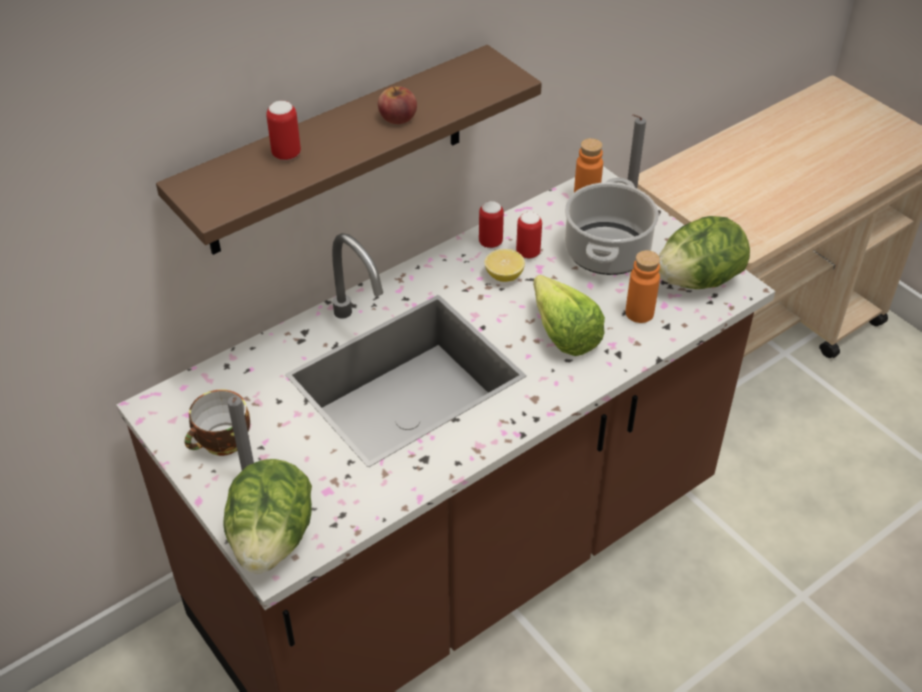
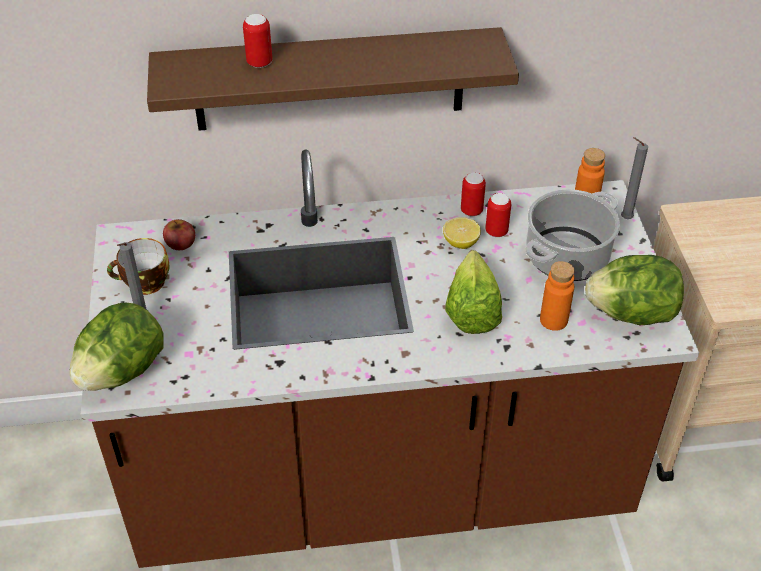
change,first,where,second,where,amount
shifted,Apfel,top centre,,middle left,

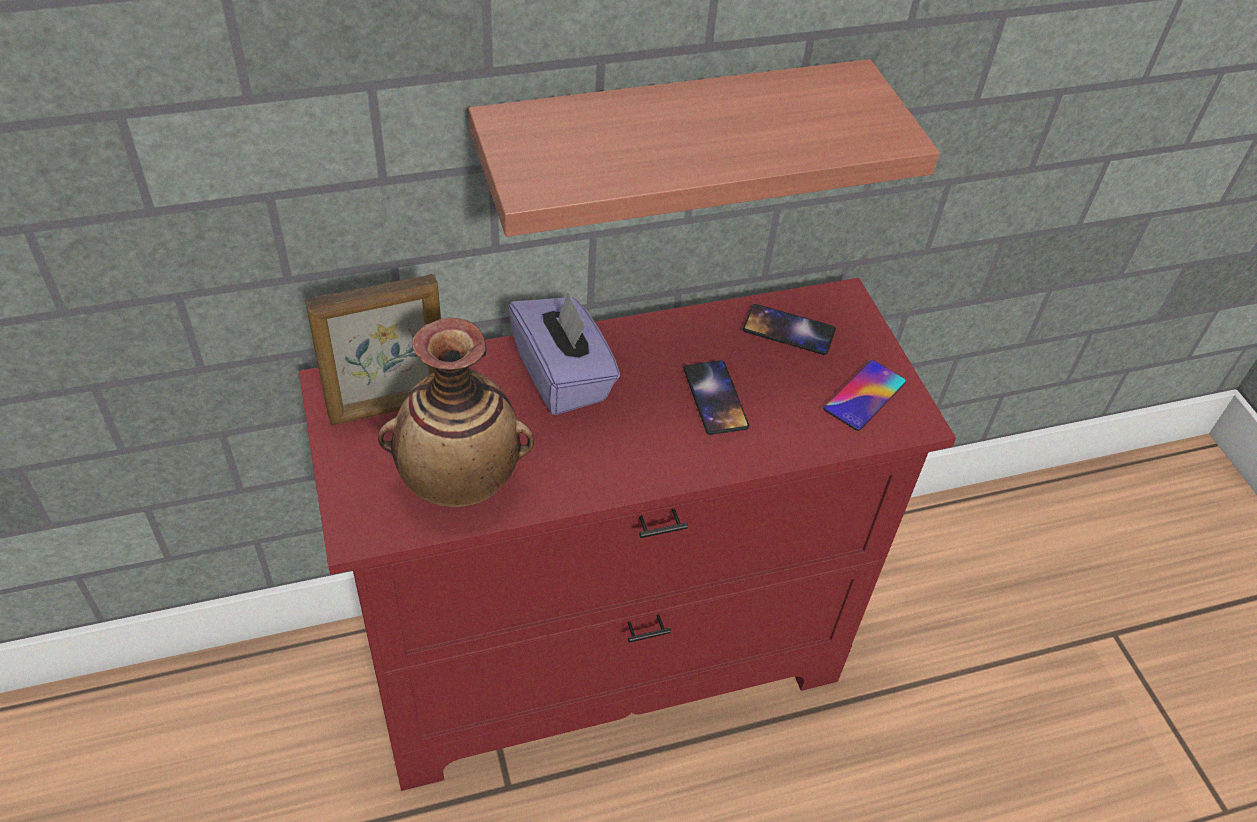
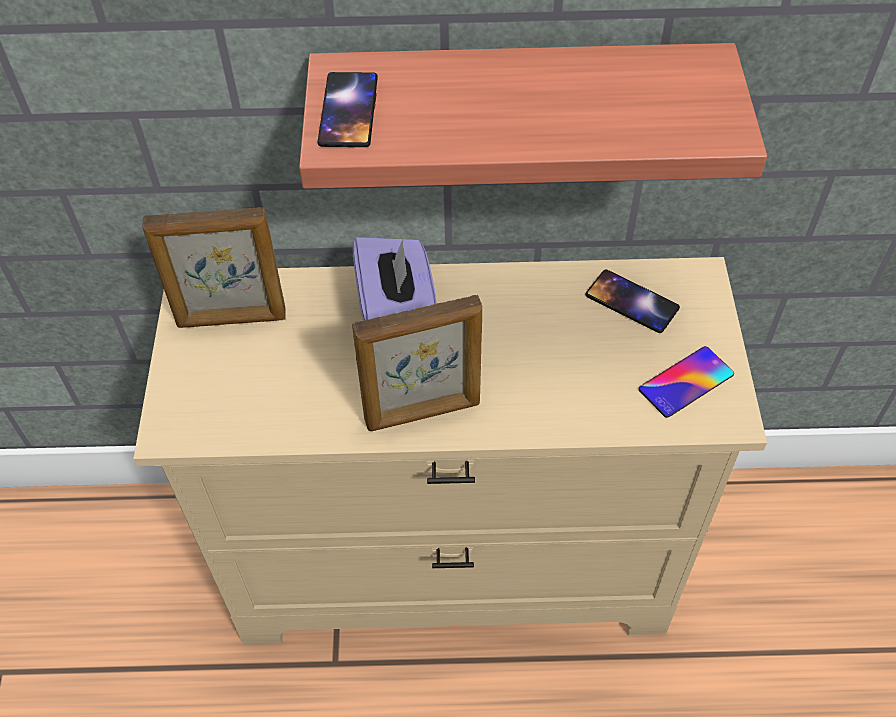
change,first,where,second,where,amount
repainted,Kommode/rot,centre,Kommode/beige,centre,
shifted,Handy (no. 1 from left),centre,,top centre,
new,,,Bilderrahmen (no. 2 from left),centre,
gone,Vase,centre,,,

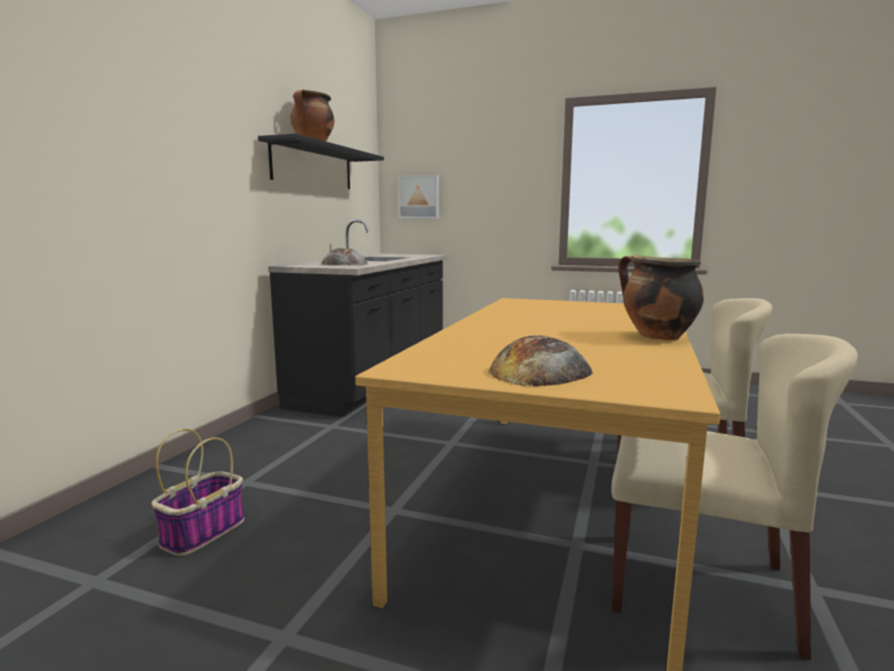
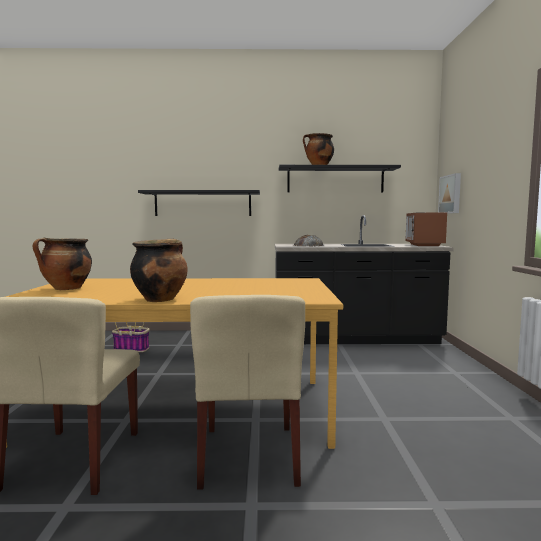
change,first,where,second,where,amount
swapped,Brot (no. 2 from left),centre,Kochtopf (no. 1 from left),middle left,
new,,,Wandregal/schwarz (no. 1 from left),centre,
new,,,Mikrowelle,middle right,

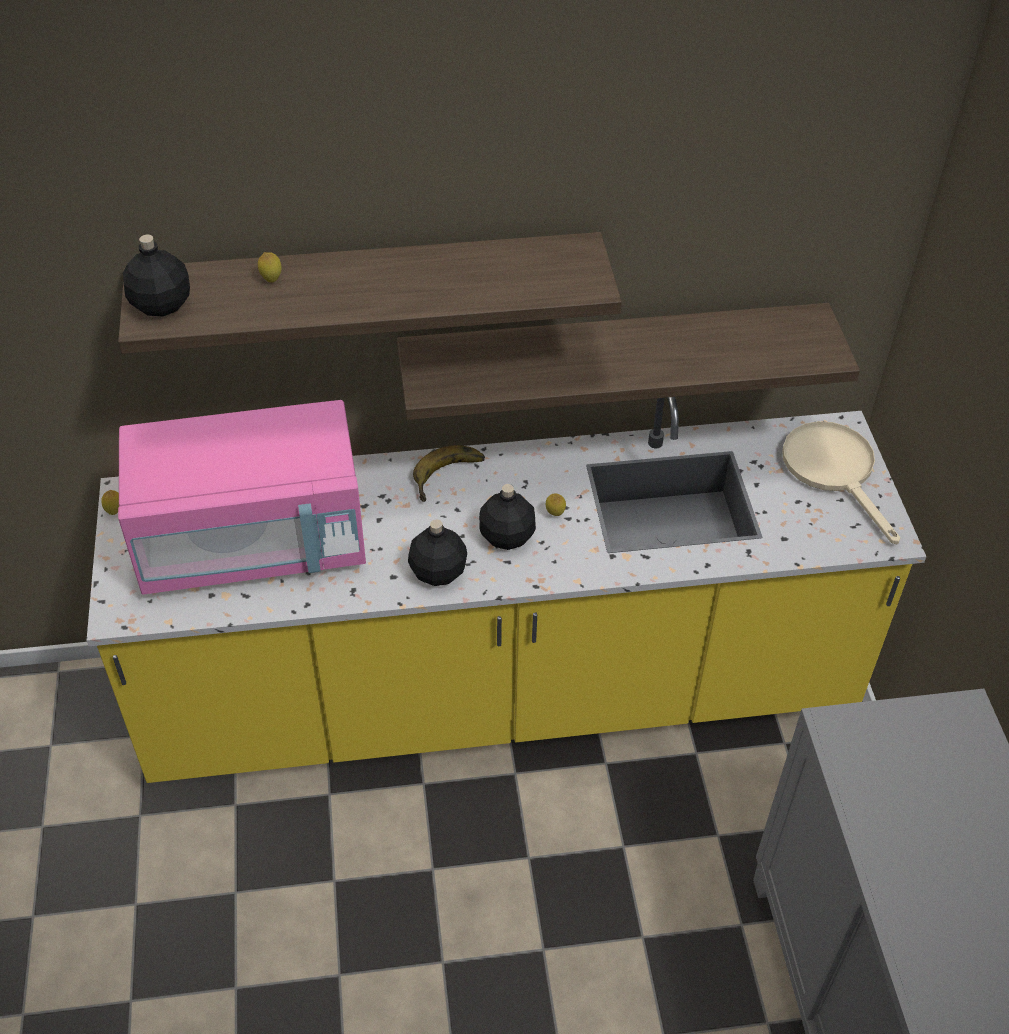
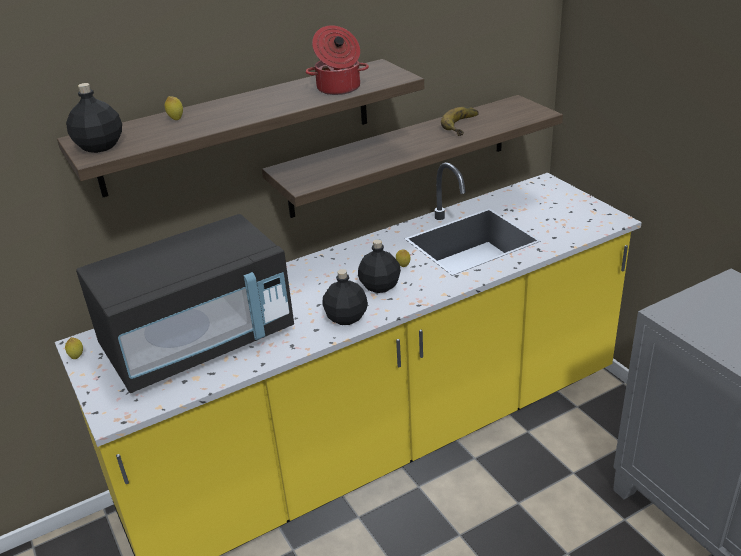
change,first,where,second,where,amount
repainted,Mikrowelle/rosa,middle left,Mikrowelle/schwarz,middle left,
new,,,Kochtopf,top centre,
shifted,Banane,centre,,top centre,
gone,Pfanne/beige,middle right,,,

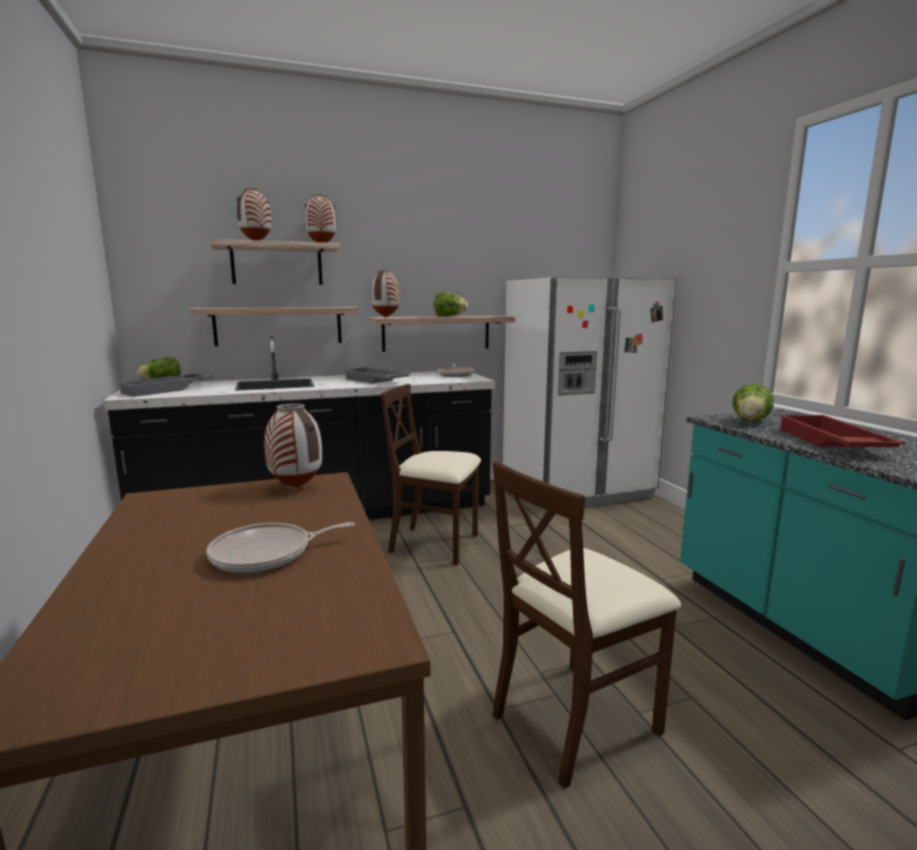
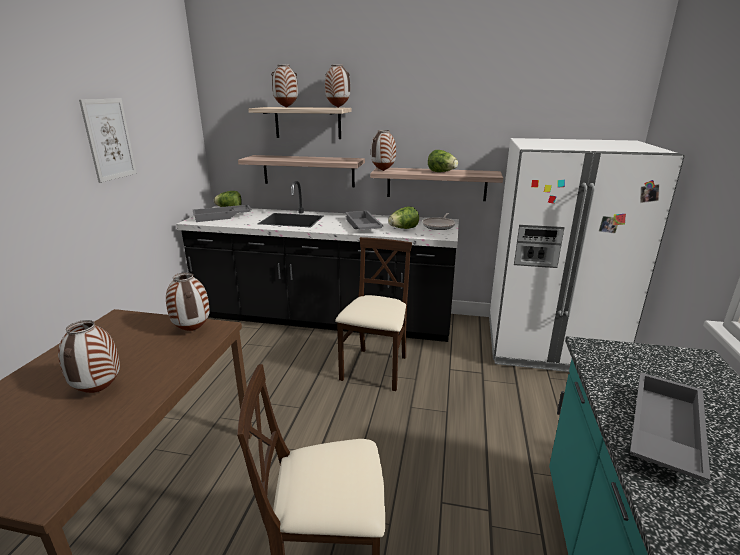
change,first,where,second,where,amount
swapped,Pfanne (no. 1 from left),middle left,Vase (no. 1 from left),middle left,
new,,,Bild,top left,
rotated,Stuhl/beige (no. 1 from left in the first image),centre,Stuhl/beige (no. 2 from left),centre,60 degrees clockwise
shifted,Salatkopf (no. 3 from left in the first image),middle right,Salatkopf (no. 2 from left),centre,
repainted,Tablett/rot,middle right,Tablett/grau (no. 3 from left),bottom right,

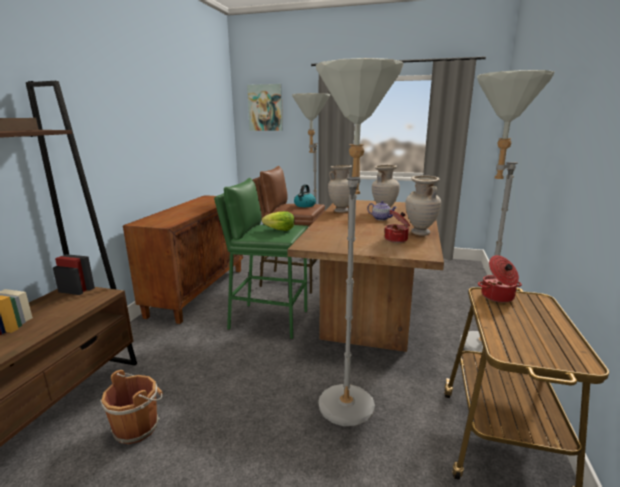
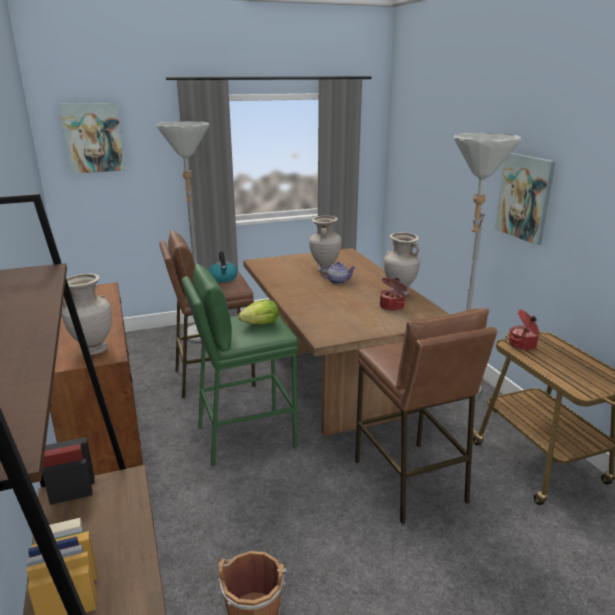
change,first,where,second,where,amount
shifted,Vase/beige (no. 1 from left),centre,,middle left,
swapped,Stehlampe/grau (no. 2 from left),centre,Hocker/braun (no. 2 from left),bottom right,
new,,,Bild (no. 2 from left),top right,

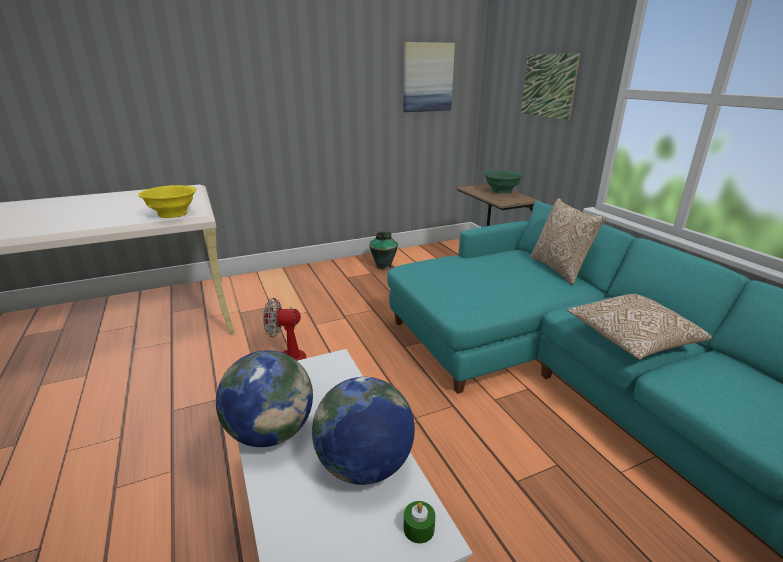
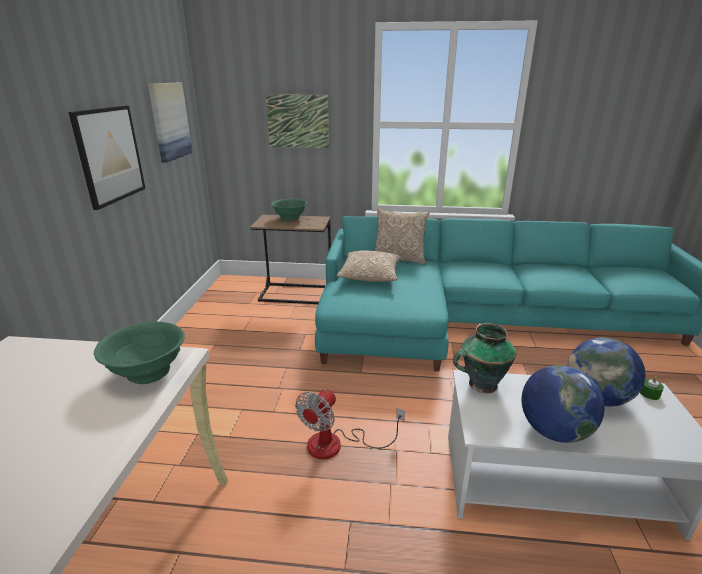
change,first,where,second,where,amount
new,,,Bild (no. 1 from left),top left,
repainted,Schüssel/gelb,middle left,Schüssel/grün (no. 1 from left),middle left,
shifted,Kissen (no. 2 from left in the first image),middle right,Kissen (no. 1 from left),centre,
shifted,Vase,centre,,middle right,

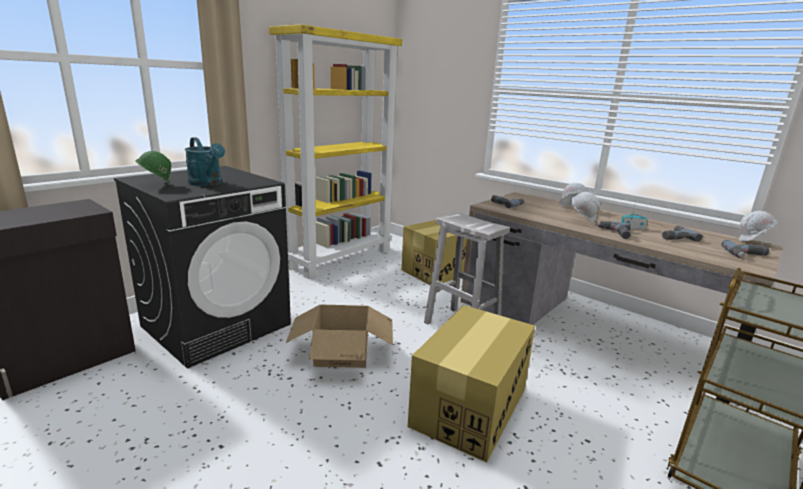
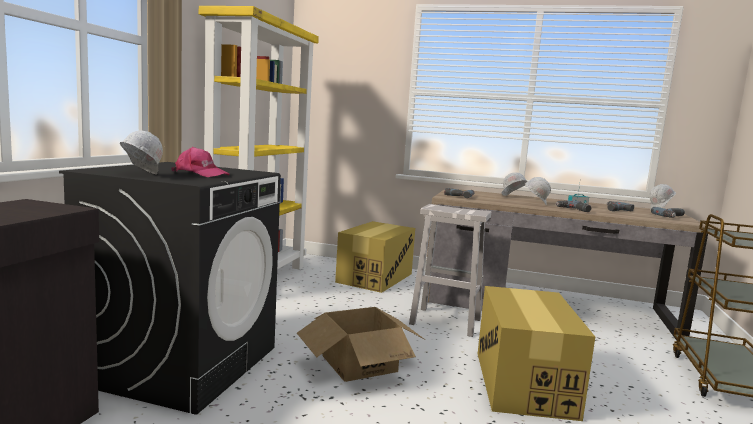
change,first,where,second,where,amount
repainted,Schutzhelm/grün,middle left,Schutzhelm/weiß (no. 1 from left),middle left,
swapped,Gießkanne/türkis,top left,Kappe/rosa,middle left,

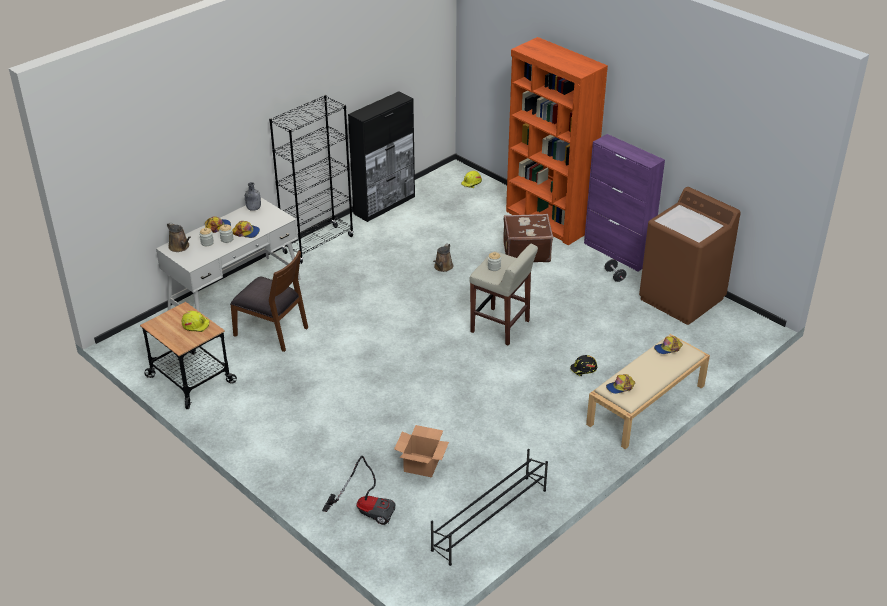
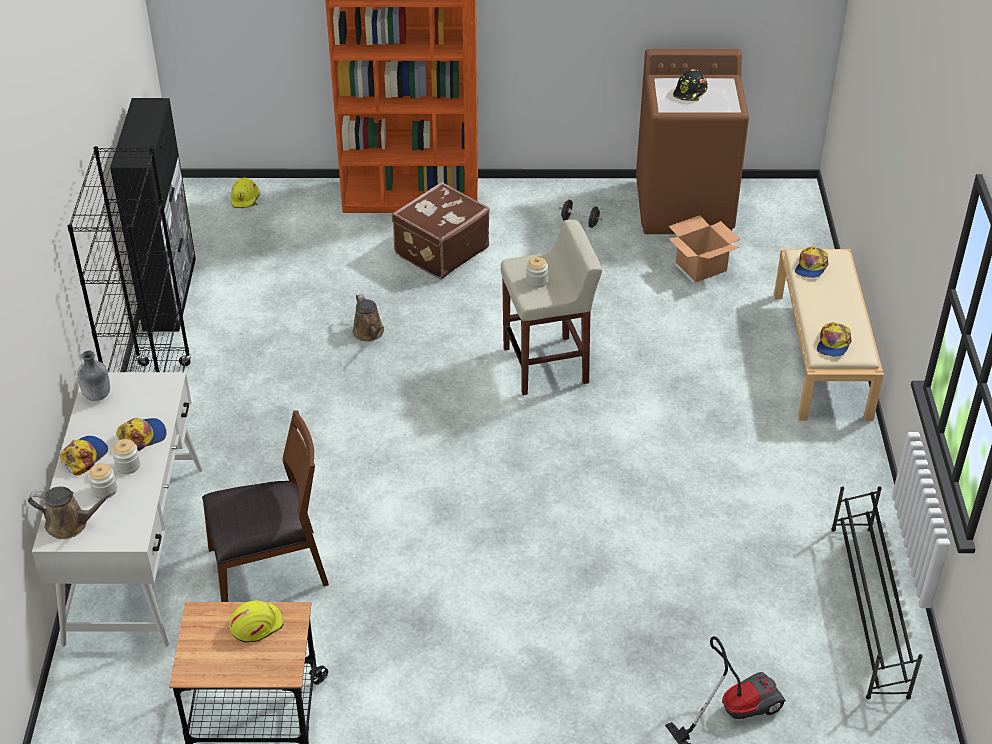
change,first,where,second,where,amount
shifted,Karton,bottom centre,,middle right,
shifted,Schutzhelm/schwarz,centre,,top right,
gone,Schrank/lila,middle right,,,

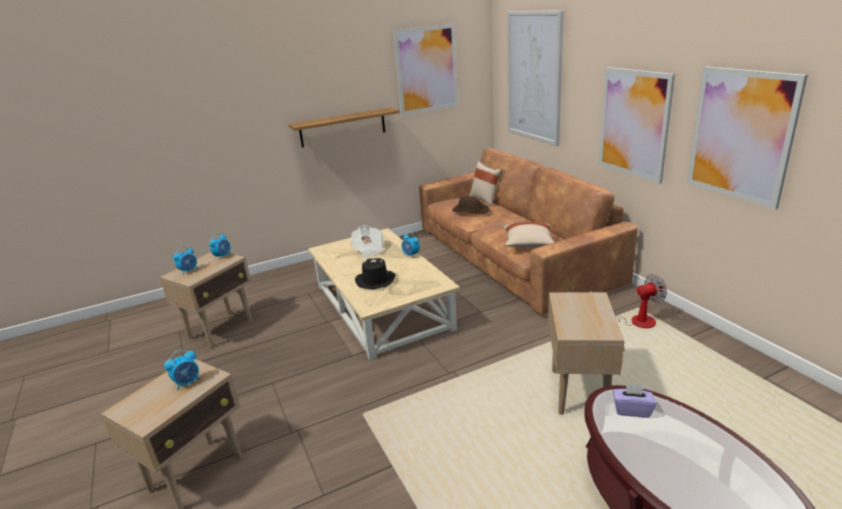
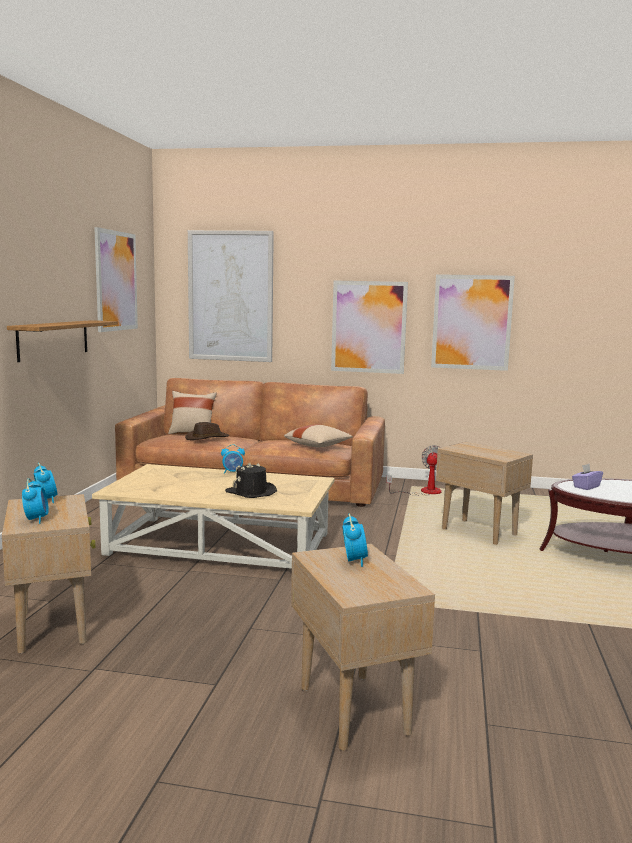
change,first,where,second,where,amount
gone,Zeitung,centre,,,

